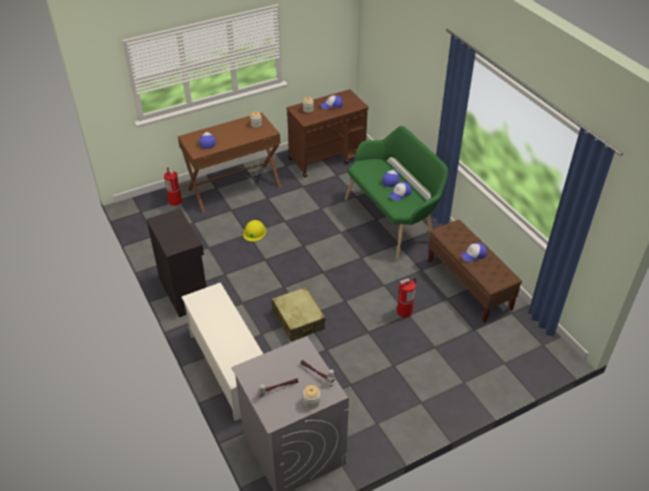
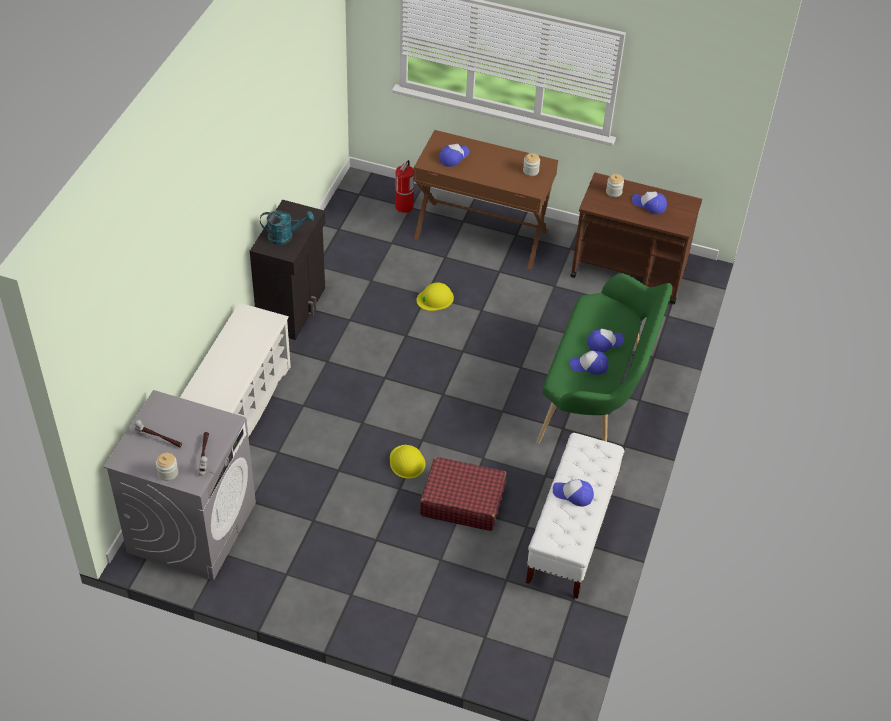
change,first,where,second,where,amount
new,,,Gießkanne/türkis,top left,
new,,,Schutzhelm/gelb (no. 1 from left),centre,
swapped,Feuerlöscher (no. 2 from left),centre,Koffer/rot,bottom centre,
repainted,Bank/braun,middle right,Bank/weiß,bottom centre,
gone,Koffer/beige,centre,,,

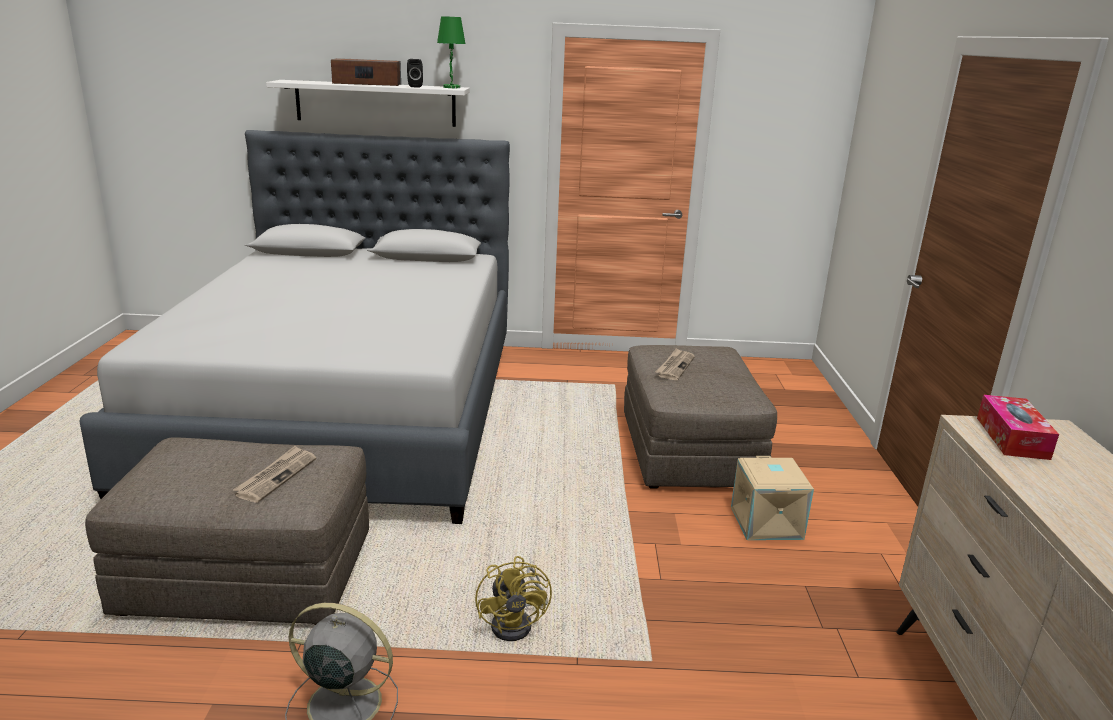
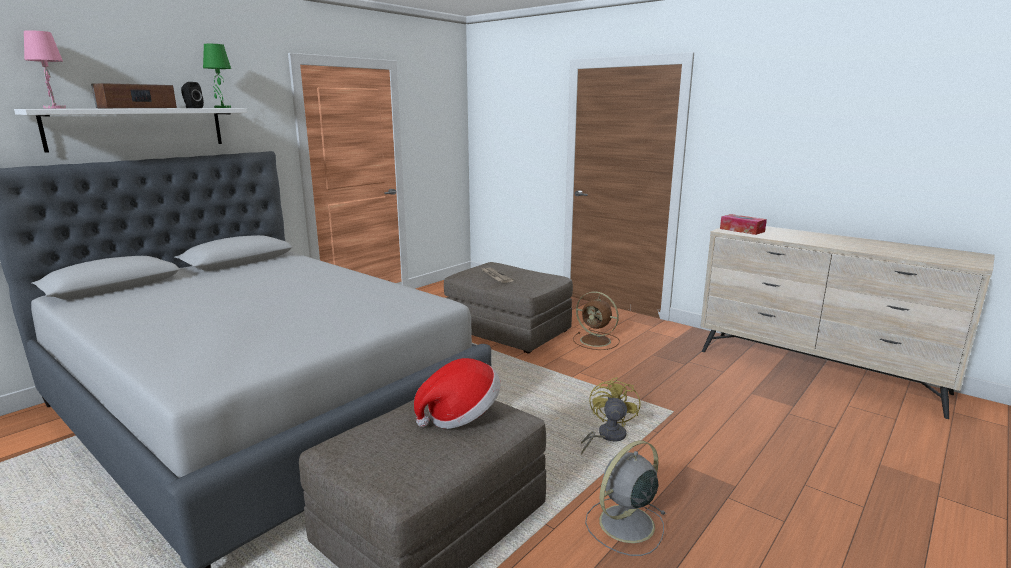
change,first,where,second,where,amount
new,,,Tischlampe/rosa,top left,
swapped,Zeitung (no. 1 from left),middle left,Hut,bottom centre,
swapped,Aufbewahrungsbox/beige,bottom right,Ventilator/braun,centre,
rotated,Ventilator/gelb,bottom centre,,bottom centre,105 degrees counterclockwise

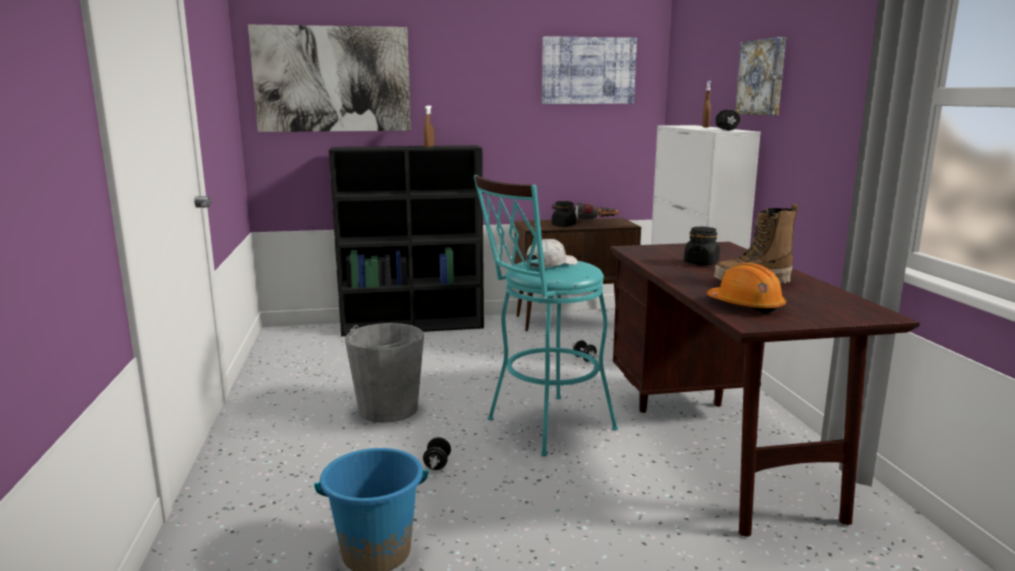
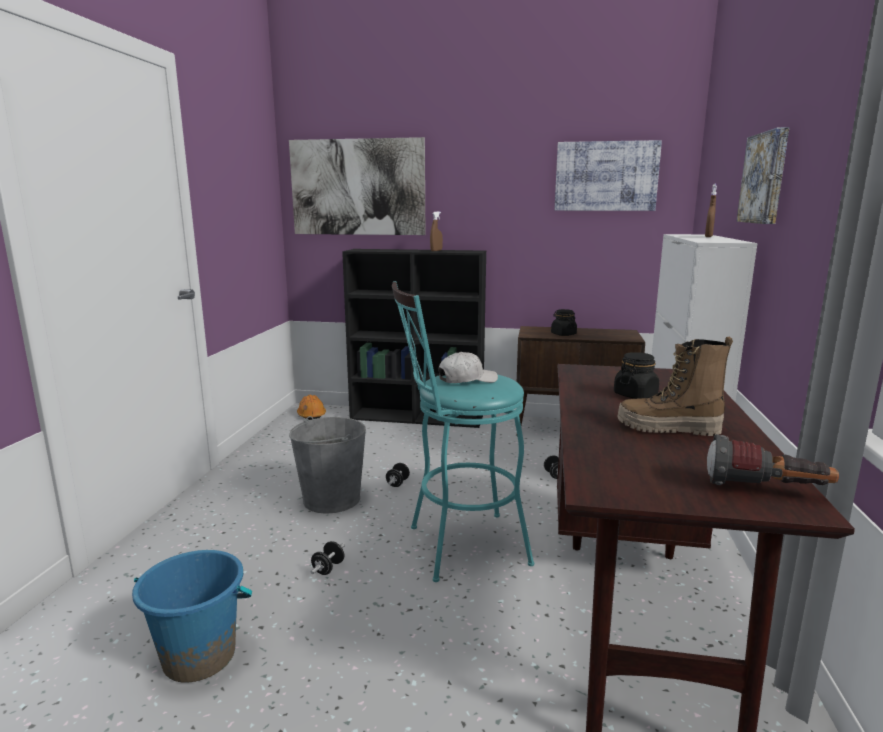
change,first,where,second,where,amount
shifted,Schutzhelm/orange,middle right,,centre,
shifted,Hantel/schwarz (no. 3 from left in the first image),top right,Hantel/schwarz (no. 2 from left),centre,
shifted,Taschenlampe,centre,,middle right,

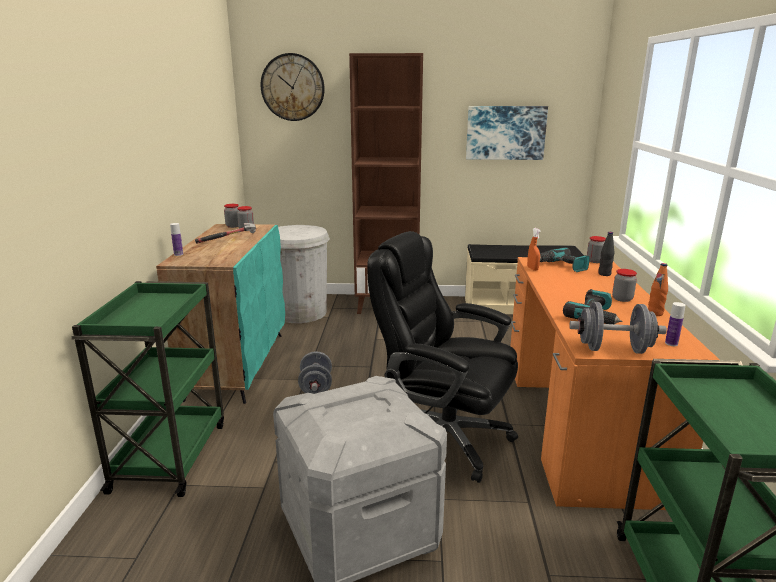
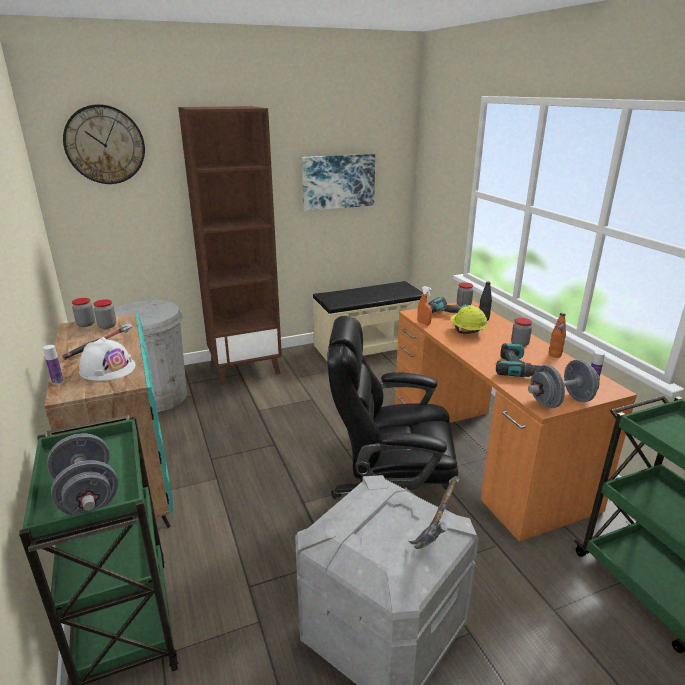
change,first,where,second,where,amount
shifted,Hantel/grau (no. 1 from left),centre,,bottom left,
new,,,Schutzhelm/weiß,middle left,
new,,,Hammer (no. 2 from left),bottom centre,
new,,,Schutzhelm/gelb,middle right,

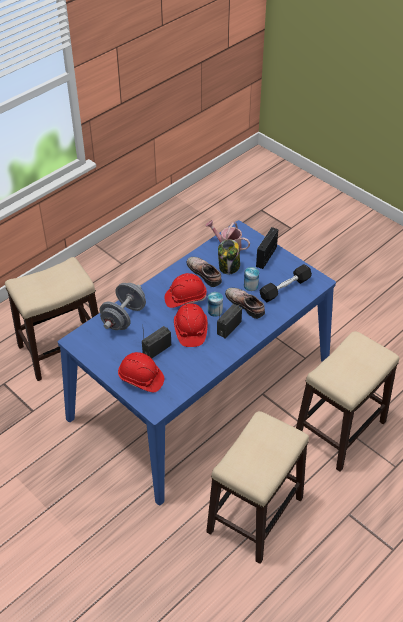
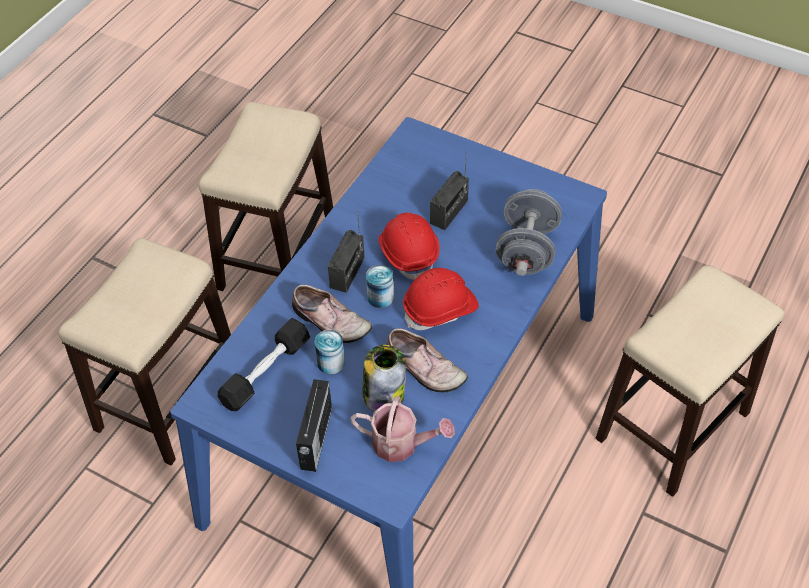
change,first,where,second,where,amount
gone,Schutzhelm/rot (no. 1 from left),centre,,,

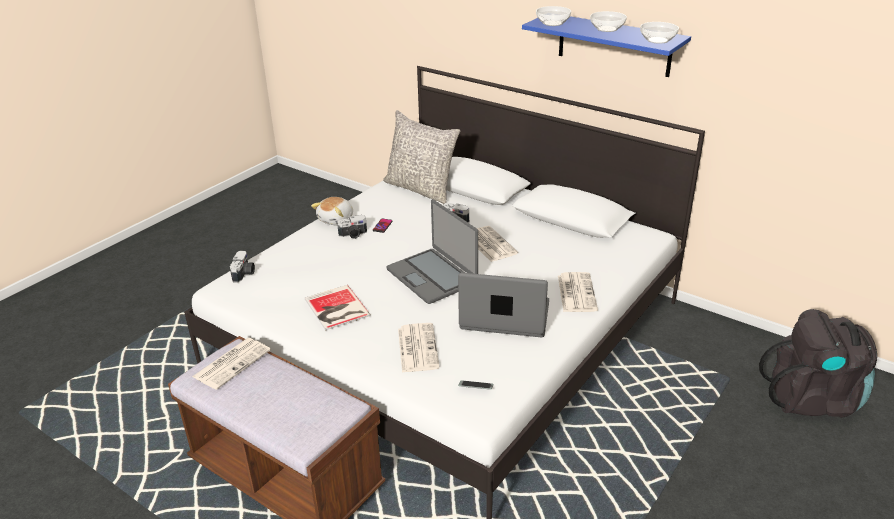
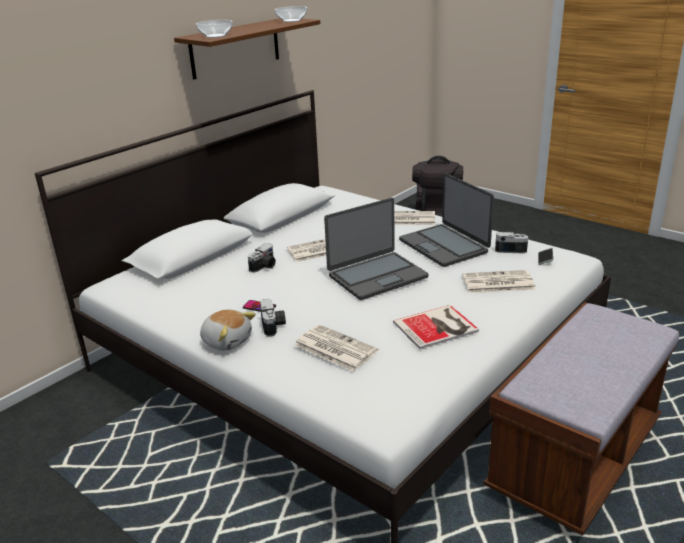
change,first,where,second,where,amount
repainted,Wandregal/blau,top right,Wandregal/braun,top centre,
shifted,Zeitung (no. 1 from left in the first image),bottom left,Zeitung (no. 2 from left),centre,
rotated,Laptop (no. 2 from left),centre,,centre,45 degrees counterclockwise
shifted,Kamera (no. 1 from left in the first image),middle left,Kamera (no. 3 from left),middle right,
gone,Kissen/grau,top centre,,,
gone,Schüssel (no. 2 from left),top right,,,

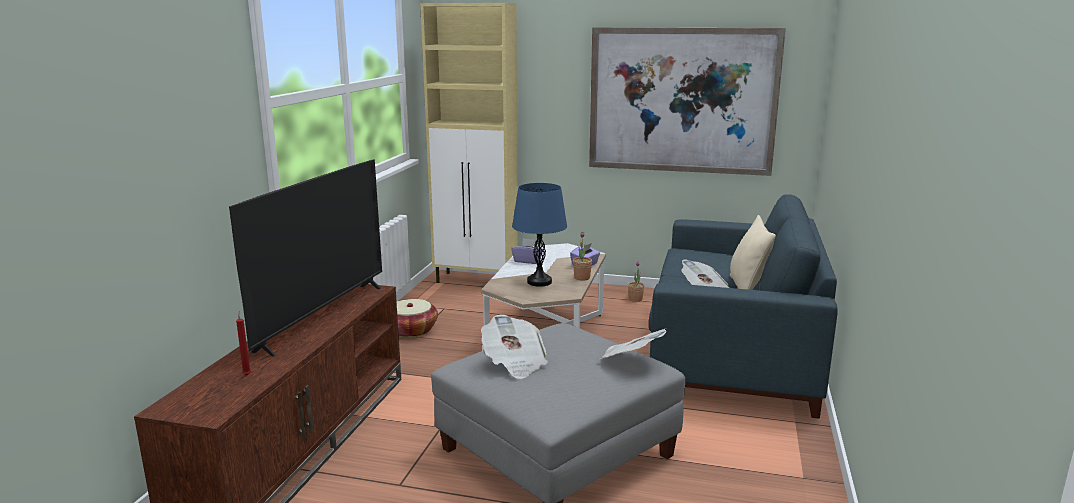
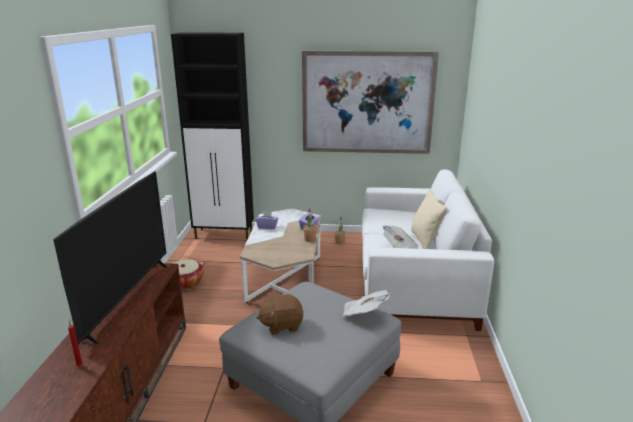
change,first,where,second,where,amount
repainted,Schrank/beige,top centre,Schrank/schwarz,top centre,
swapped,Zeitung (no. 1 from left),bottom centre,Plüschtier/braun,bottom centre,
repainted,Sofa/blau,middle right,Sofa/weiß,middle right,
gone,Tischlampe/blau,centre,,,

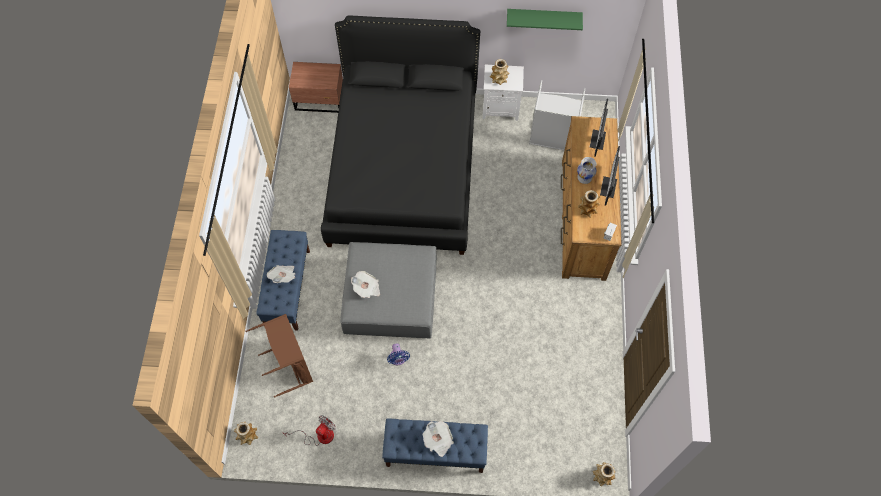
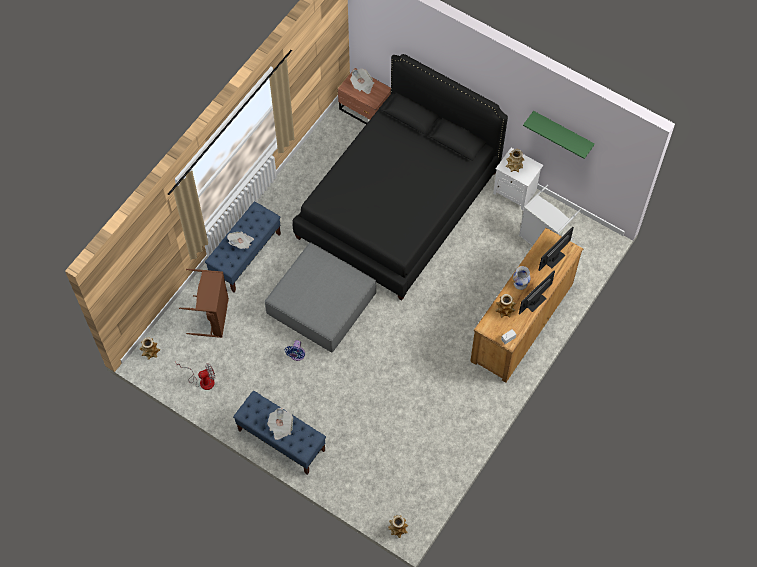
change,first,where,second,where,amount
shifted,Zeitung (no. 2 from left in the first image),centre,Zeitung (no. 3 from left),top centre,

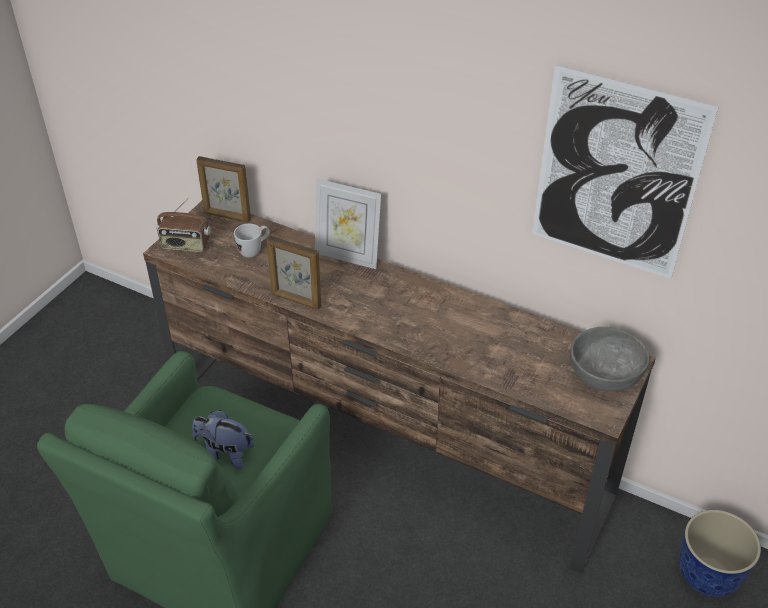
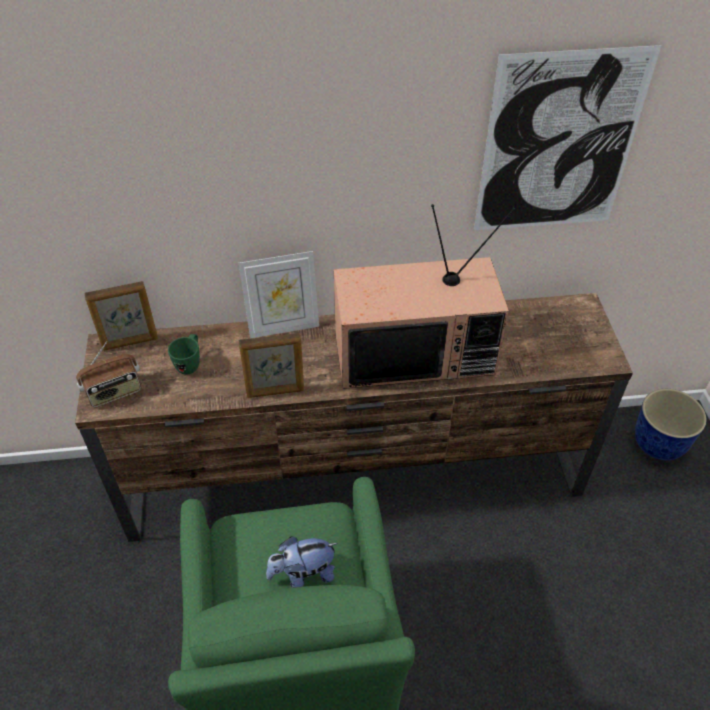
change,first,where,second,where,amount
repainted,Henkelbecher/weiß,middle left,Henkelbecher/grün,middle left,
new,,,Fernseher,centre,
gone,Schüssel/grau,middle right,,,

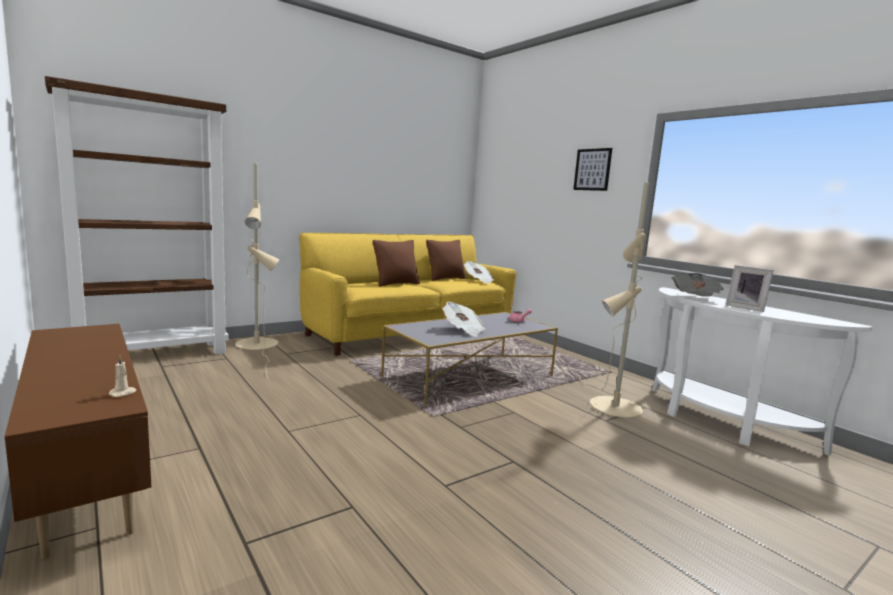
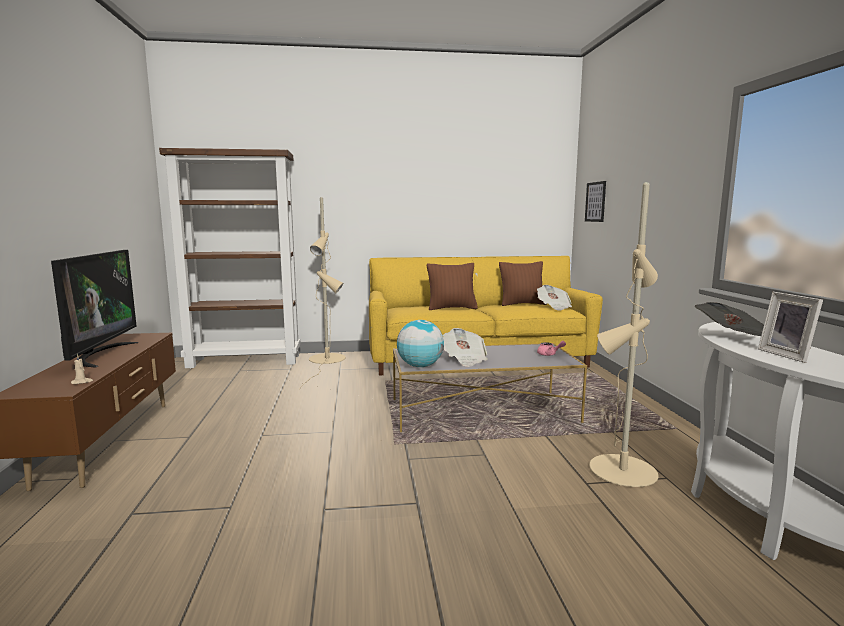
change,first,where,second,where,amount
new,,,Fernseher,middle left,
new,,,Globus,centre,
shifted,Bild,top centre,,top right,

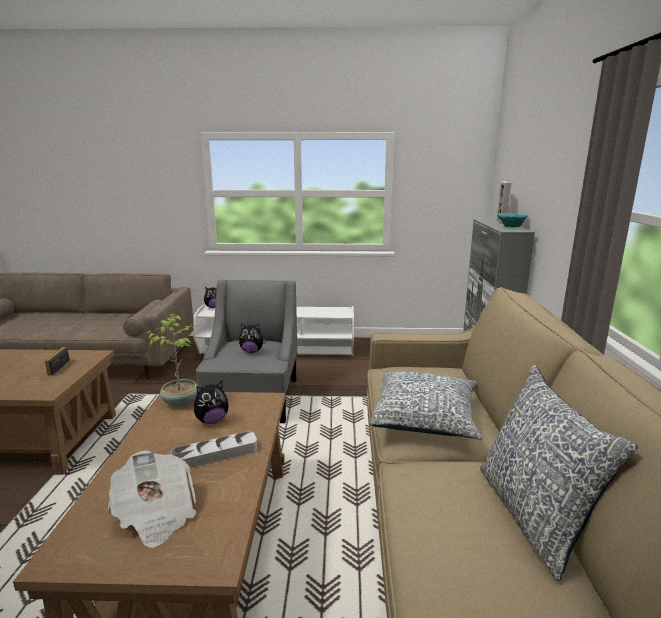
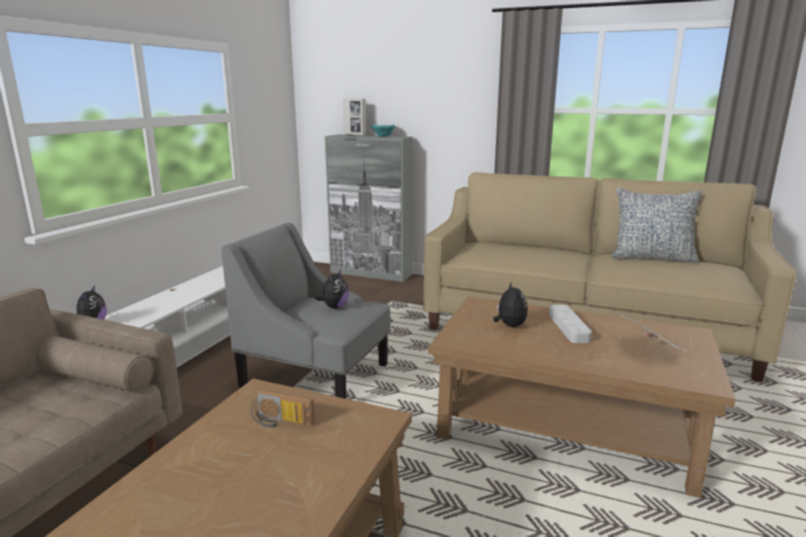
change,first,where,second,where,amount
gone,Topfpflanze,middle left,,,
gone,Kissen (no. 1 from left),centre,,,

